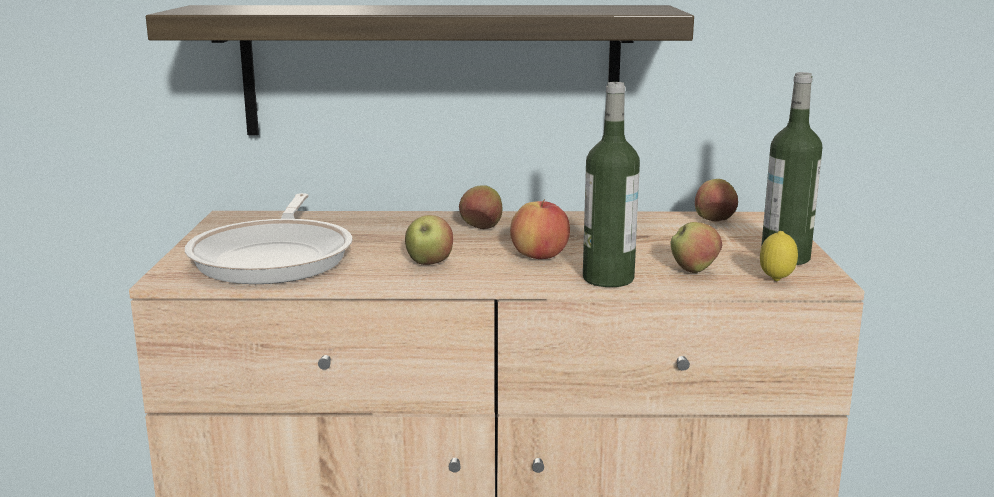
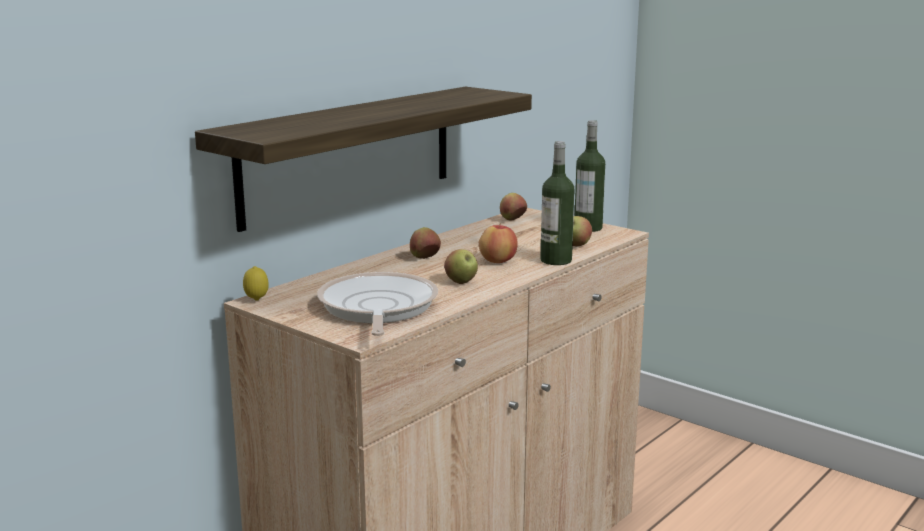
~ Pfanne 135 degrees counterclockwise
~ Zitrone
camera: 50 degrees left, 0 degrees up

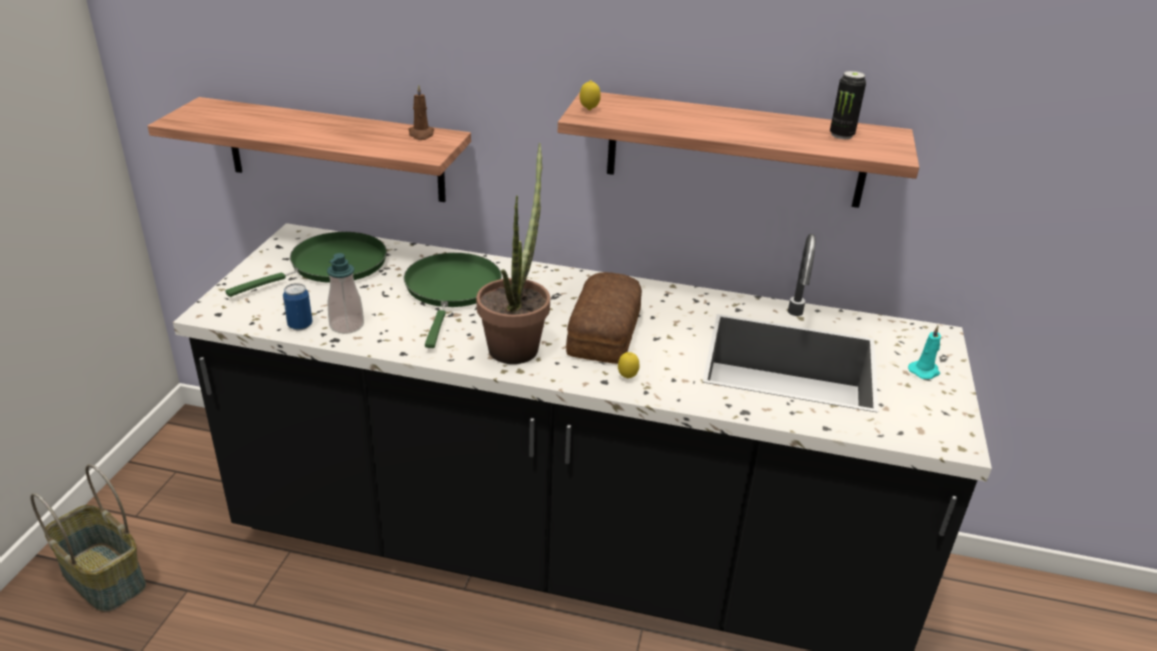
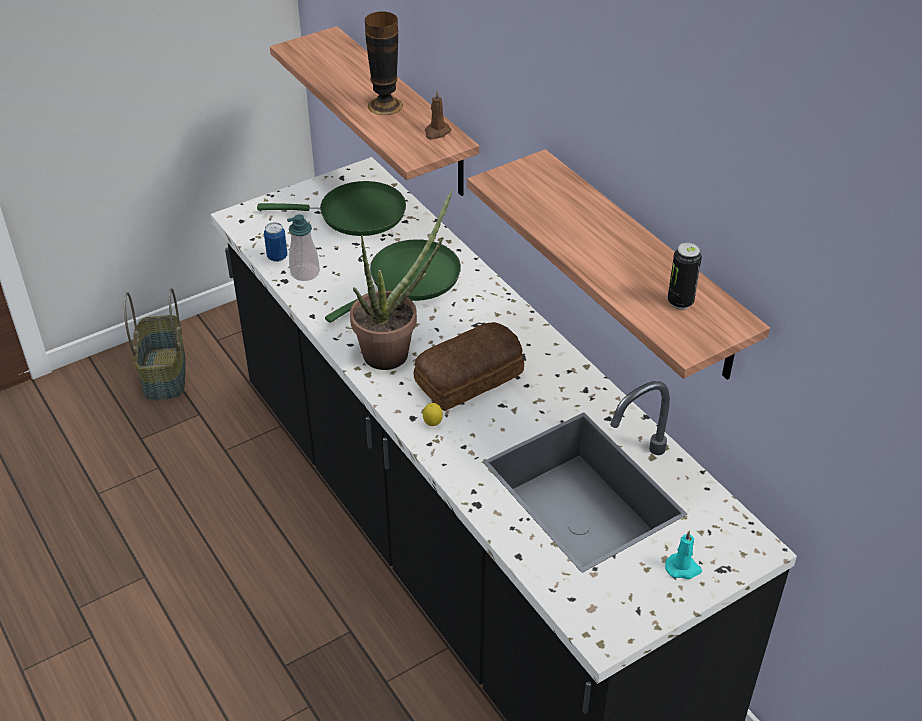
- Zitrone (no. 1 from left)
+ Vase
camera: 45 degrees right, 10 degrees up

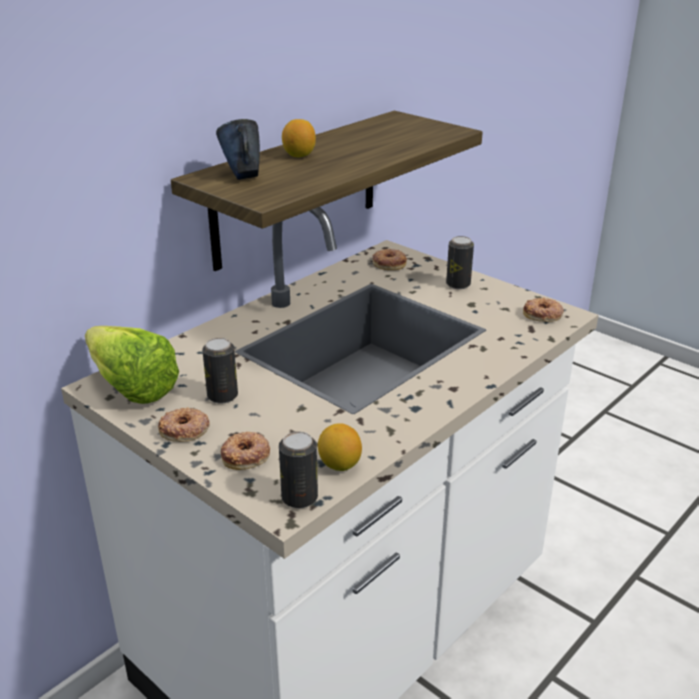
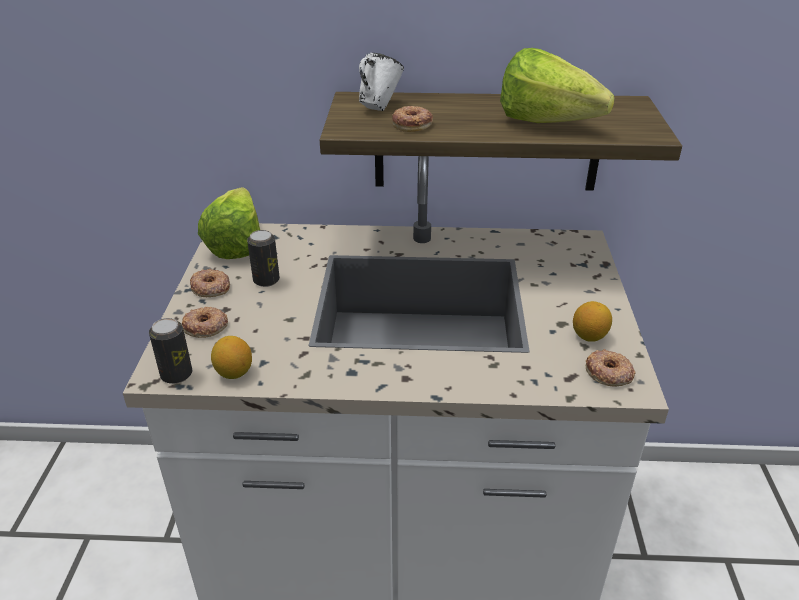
~ Henkelbecher [blau] to Henkelbecher [weiß]
~ Zitrone (no. 1 from left in the first image) to Zitrone (no. 2 from left)
~ Donut (no. 3 from left)
- Dose (no. 3 from left)
+ Salatkopf (no. 2 from left)
camera: 50 degrees right, 5 degrees up

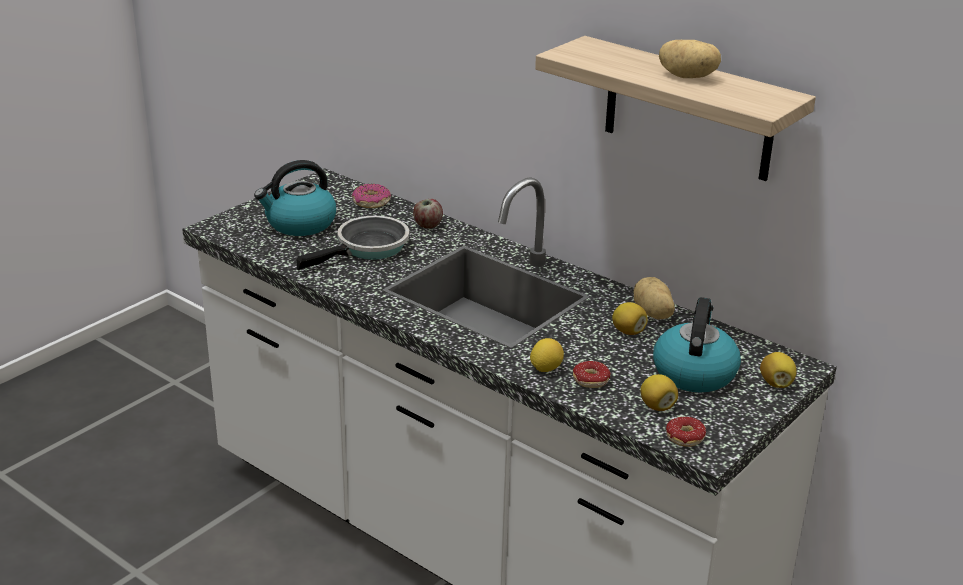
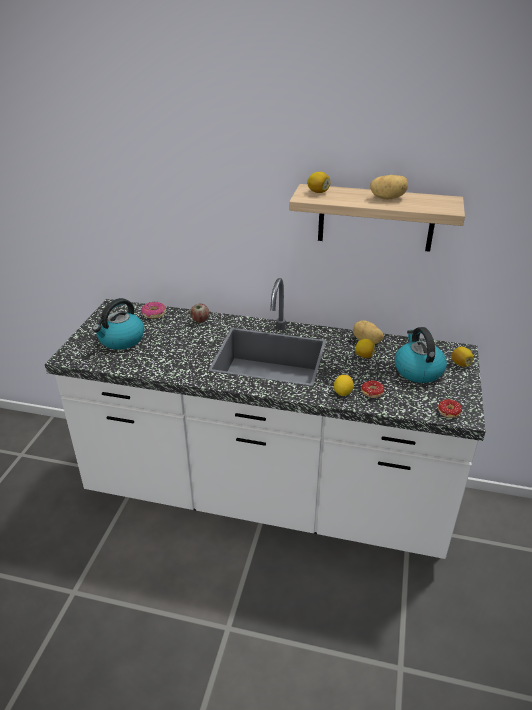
- Pfanne
~ Zitrone (no. 3 from left in the first image) to Zitrone (no. 1 from left)
camera: 25 degrees left, 5 degrees up

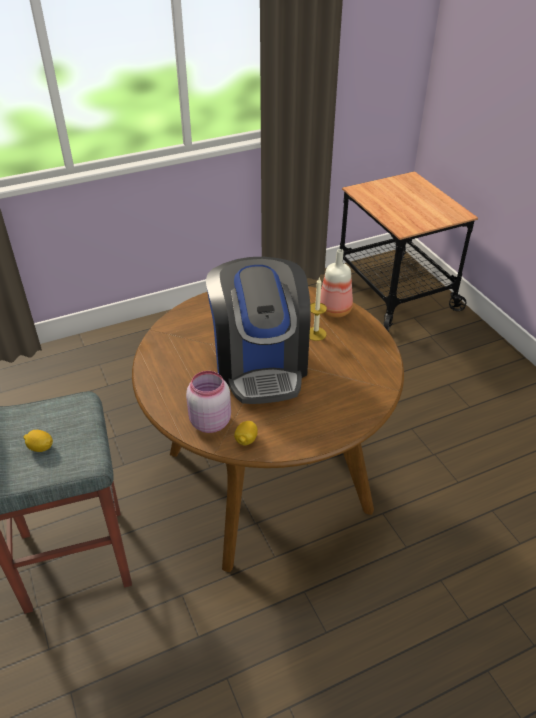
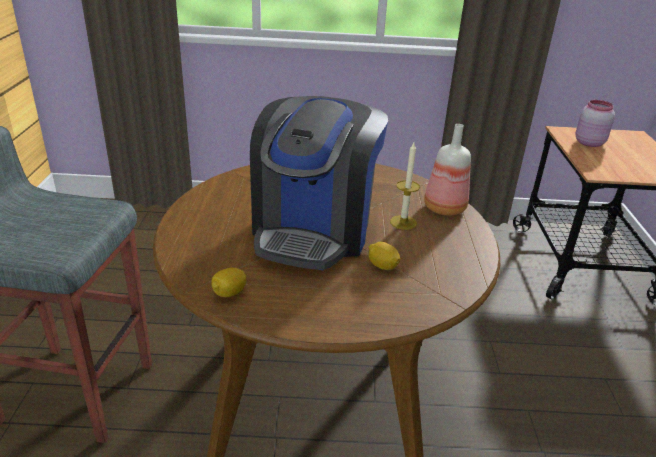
~ Zitrone (no. 1 from left in the first image) to Zitrone (no. 2 from left)
~ Vorratsglas [rosa]
camera: 25 degrees right, 10 degrees down

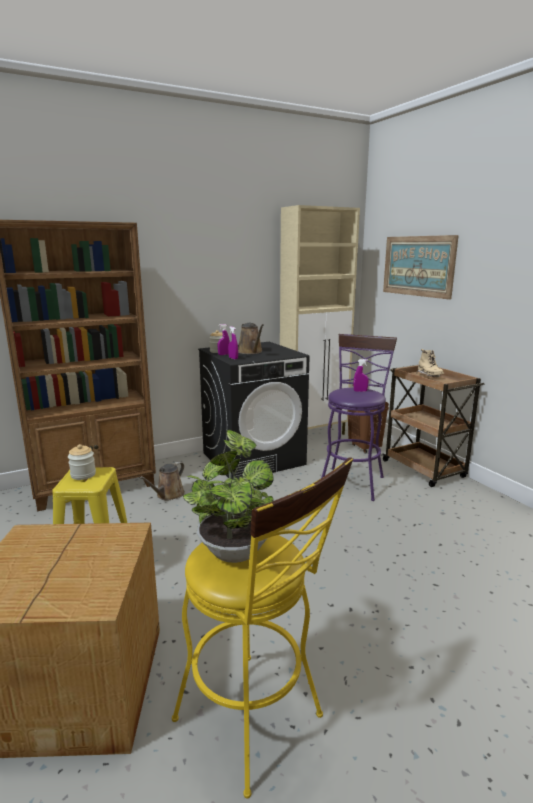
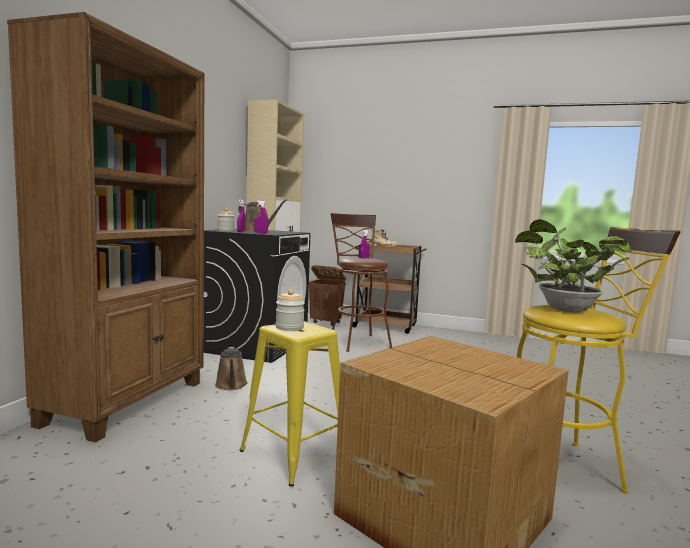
~ Hocker [lila] to Hocker [braun]
- Bild
camera: 45 degrees left, 10 degrees down

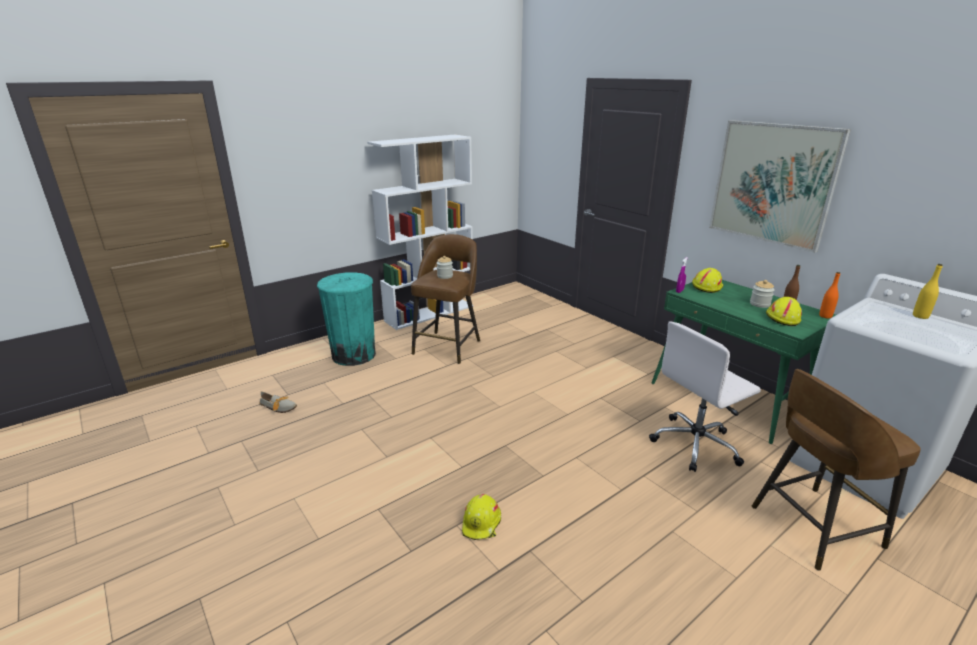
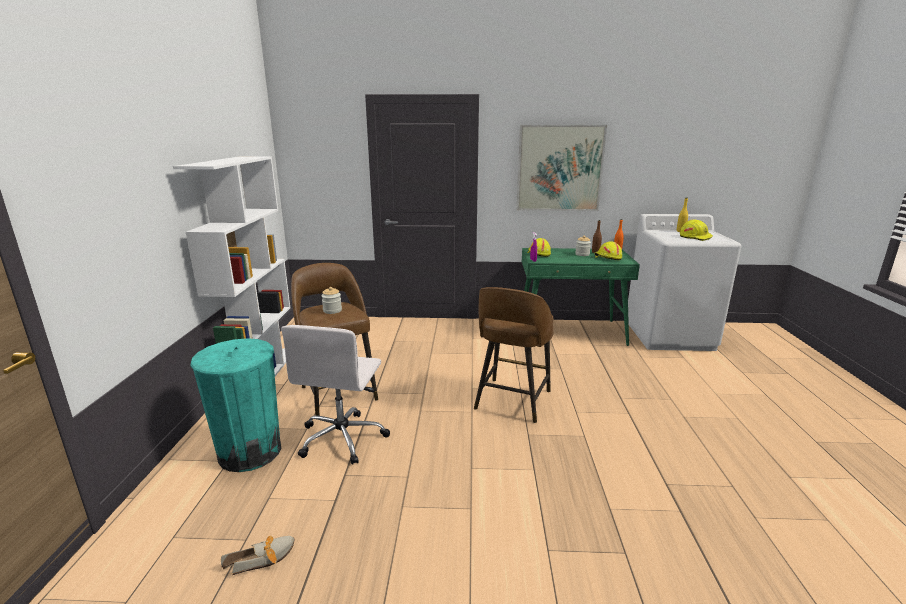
~ Schutzhelm [gelb] (no. 1 from left in the first image) to Schutzhelm [gelb] (no. 3 from left)
~ Bürostuhl [weiß]
~ Hocker [braun] (no. 2 from left)
camera: 50 degrees left, 5 degrees down

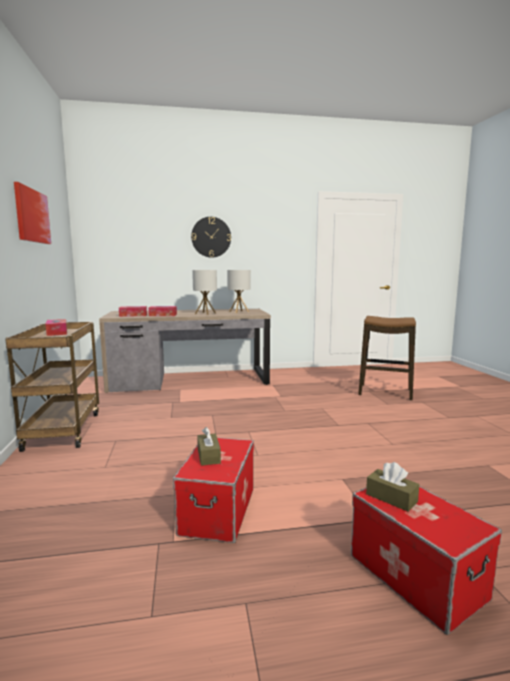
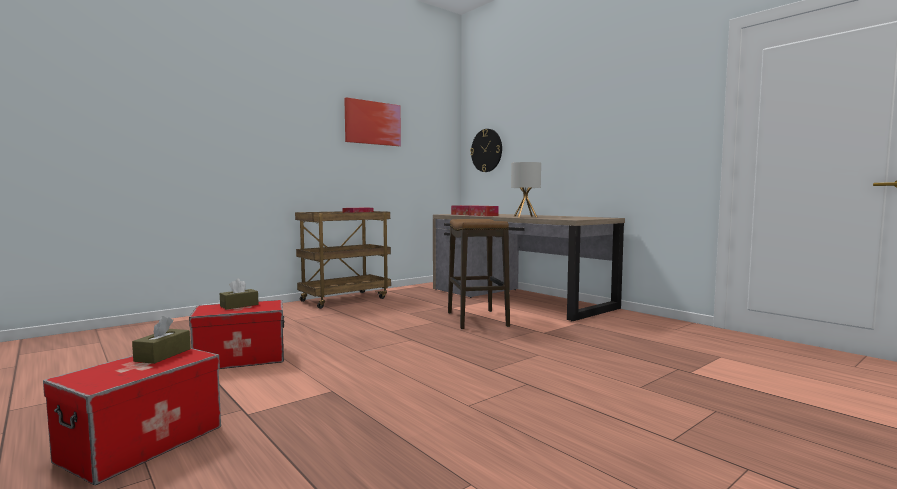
~ Wanduhr
- Tischlampe (no. 2 from left)
~ Hocker
camera: 60 degrees right, 5 degrees down

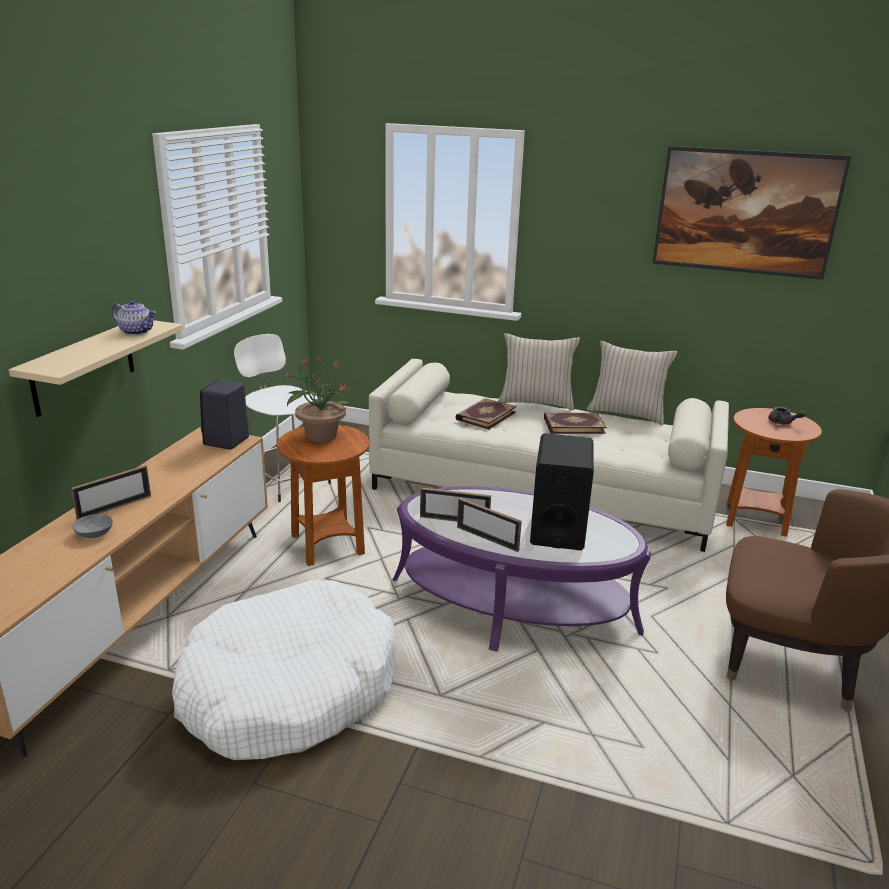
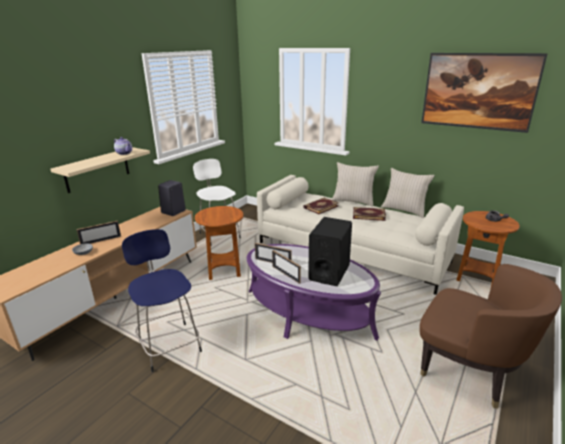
~ Hundebett [weiß] to Hocker [blau]
- Topfpflanze
camera: 15 degrees right, 0 degrees up

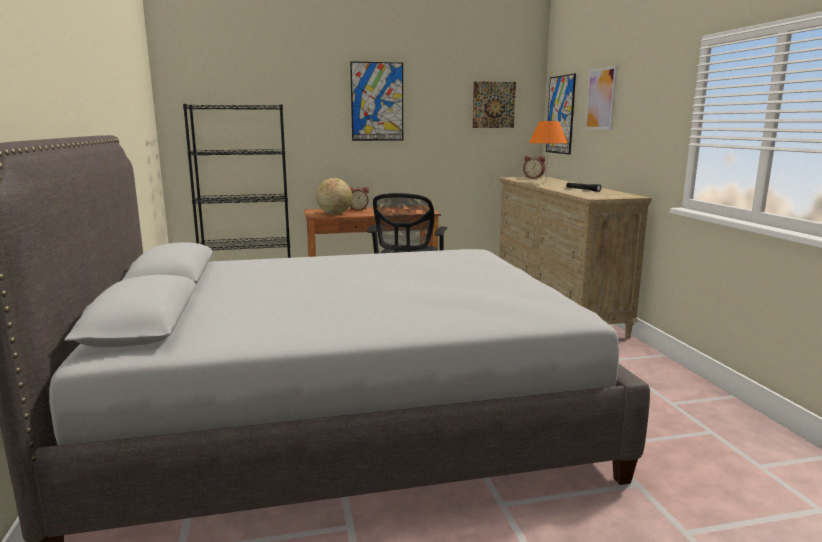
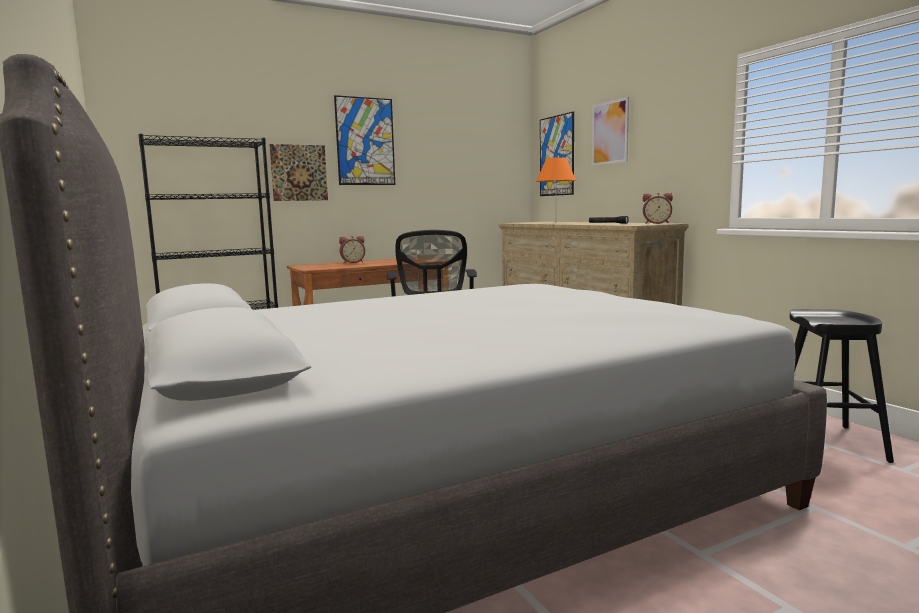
- Globus
~ Bild (no. 2 from left in the first image) to Bild (no. 1 from left)
~ Wecker (no. 2 from left)
+ Hocker [schwarz]
camera: 15 degrees left, 5 degrees down

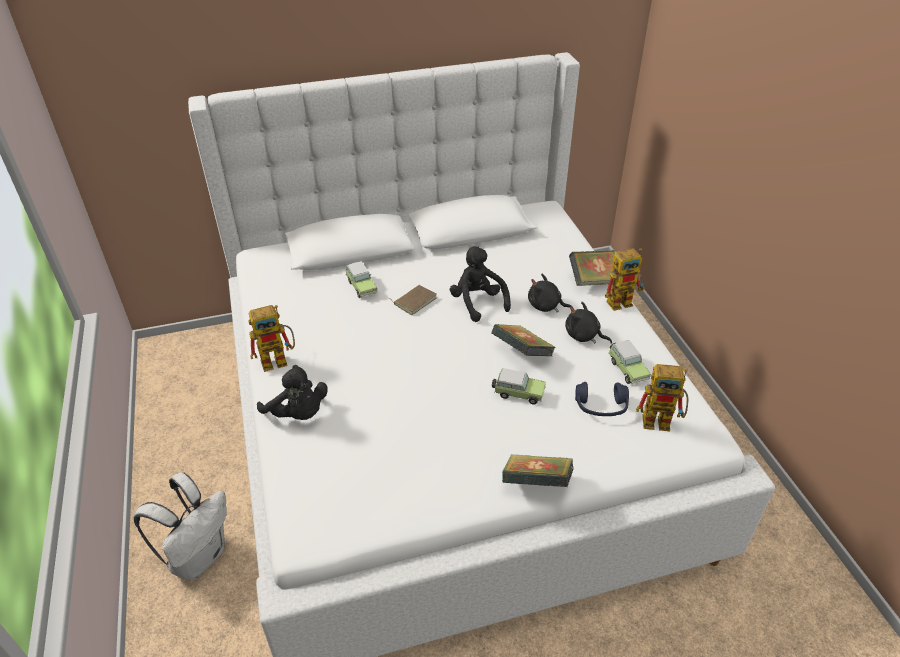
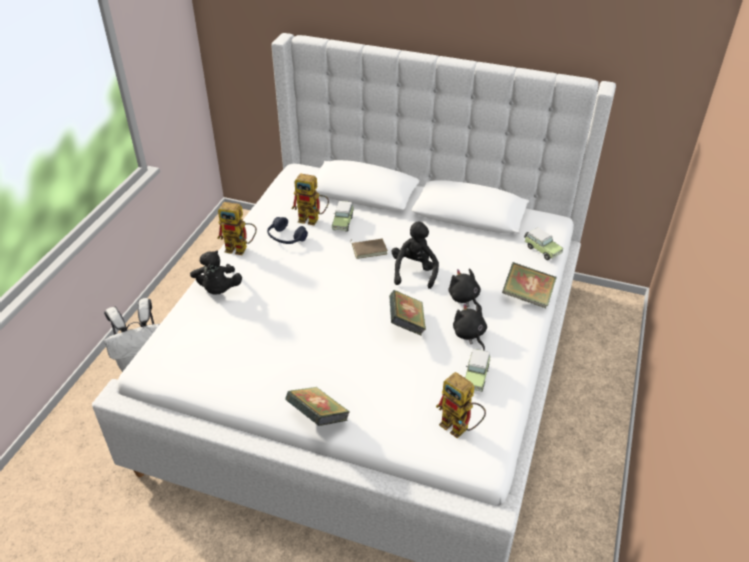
~ Spielzeugauto (no. 2 from left in the first image) to Spielzeugauto (no. 3 from left)
~ Kopfhörer [blau]
~ Spielzeugroboter (no. 2 from left)
camera: 35 degrees right, 0 degrees up

